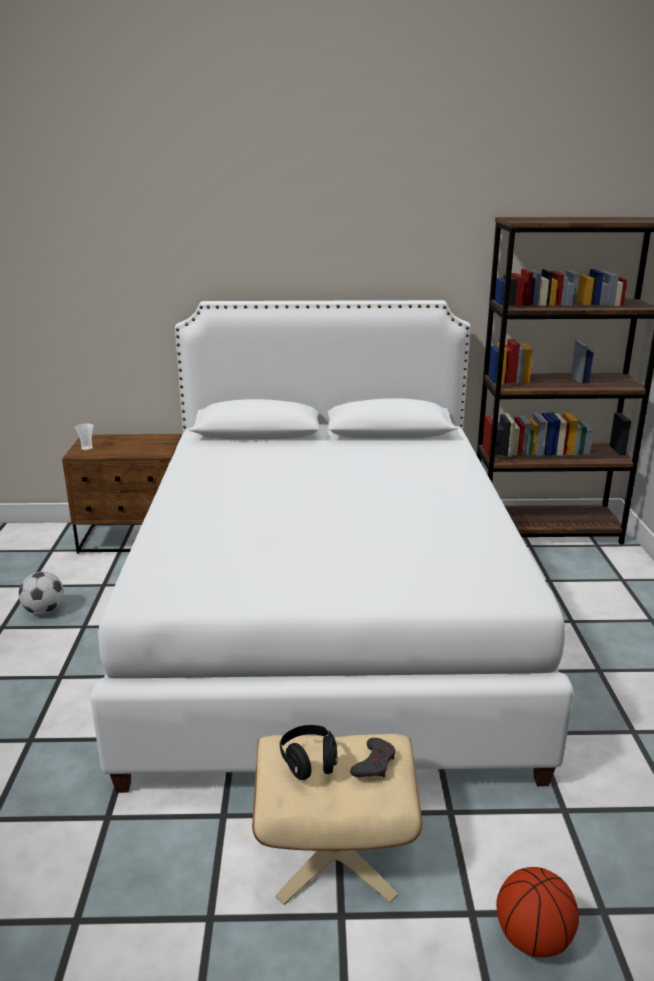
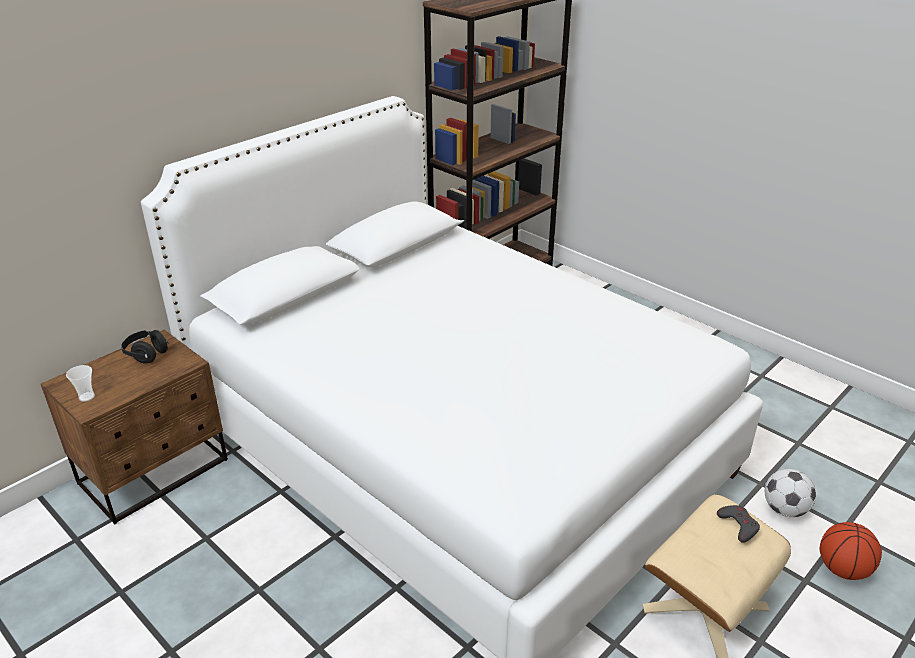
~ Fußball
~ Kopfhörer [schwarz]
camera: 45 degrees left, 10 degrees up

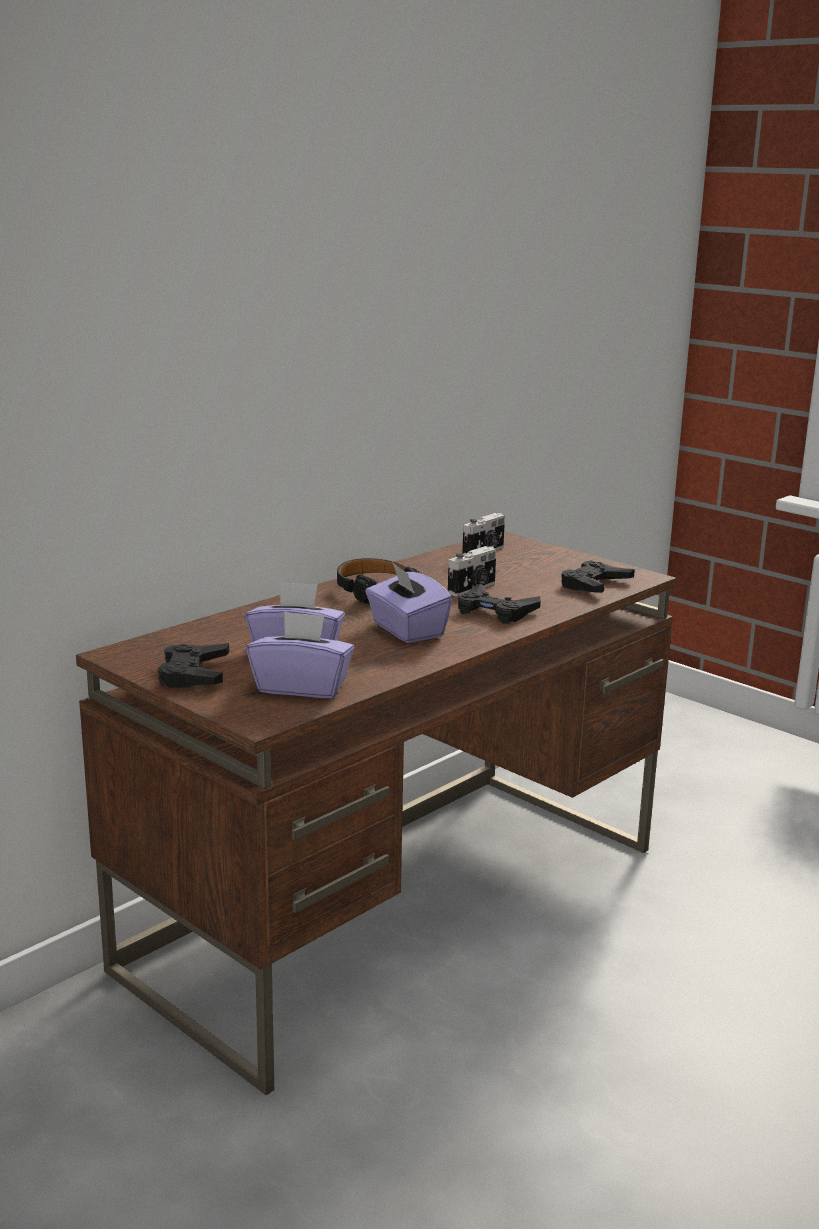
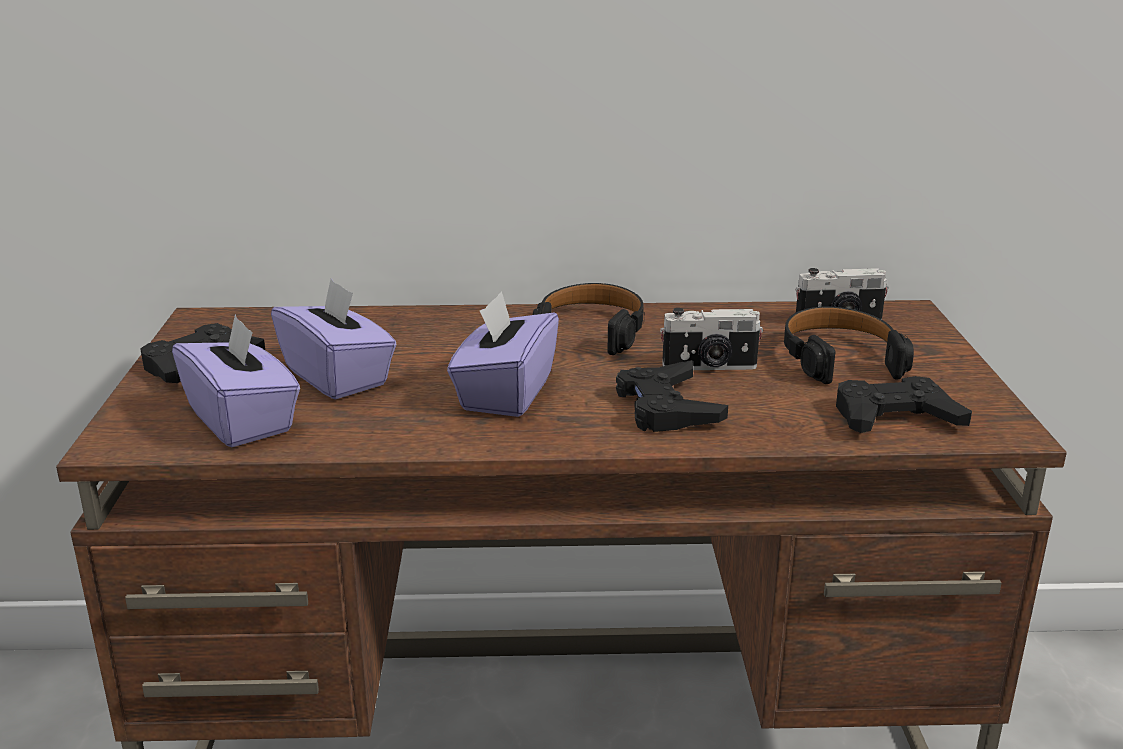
+ Kopfhörer [schwarz] (no. 2 from left)
camera: 45 degrees right, 5 degrees up

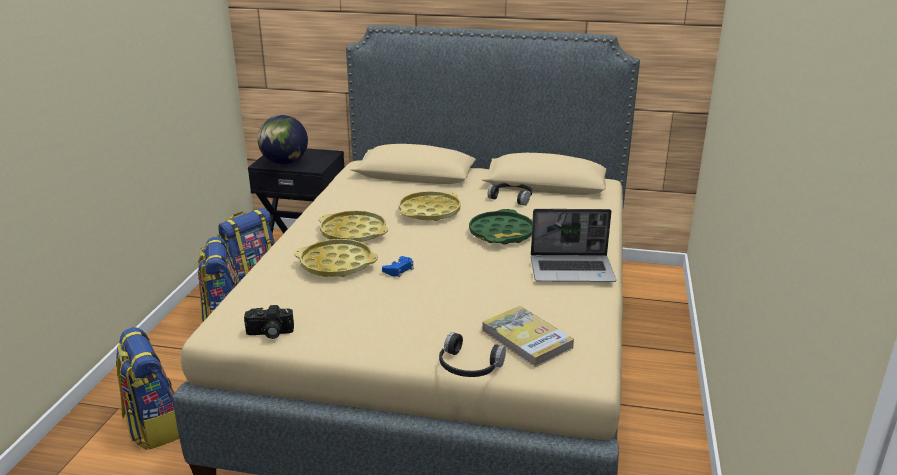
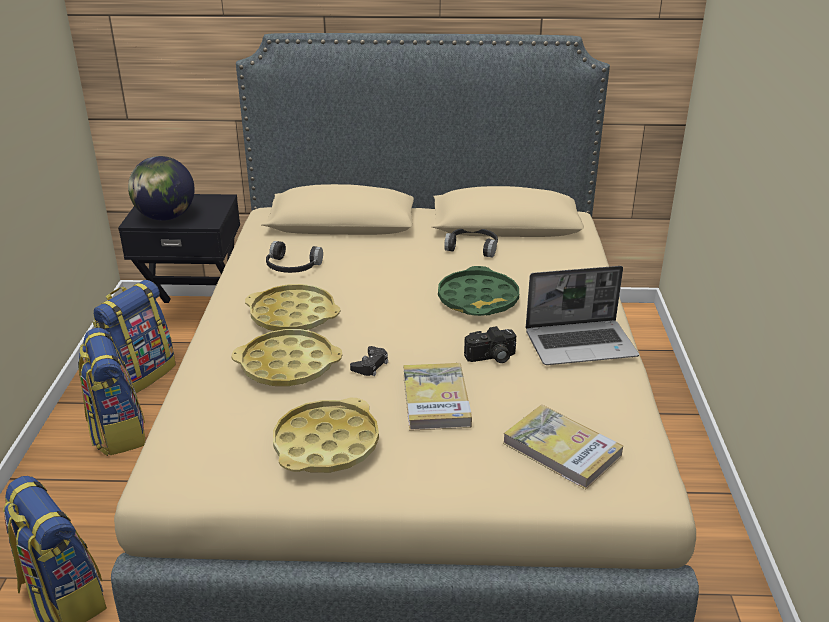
~ Kamera
~ Gamepad [blau] to Gamepad [schwarz]
~ Tablett [gelb] (no. 3 from left)
~ Kopfhörer [schwarz] (no. 1 from left)
+ Buch (no. 1 from left)
camera: 10 degrees left, 5 degrees up

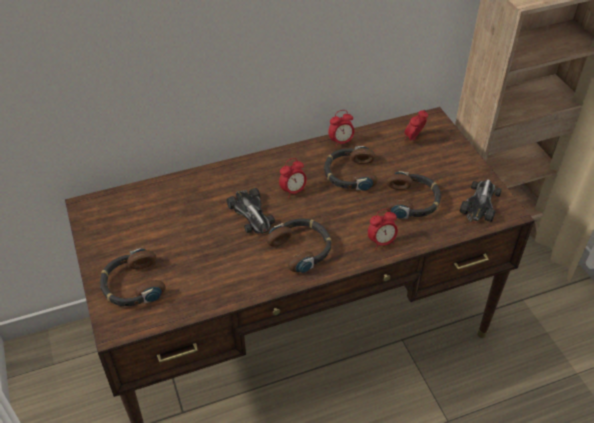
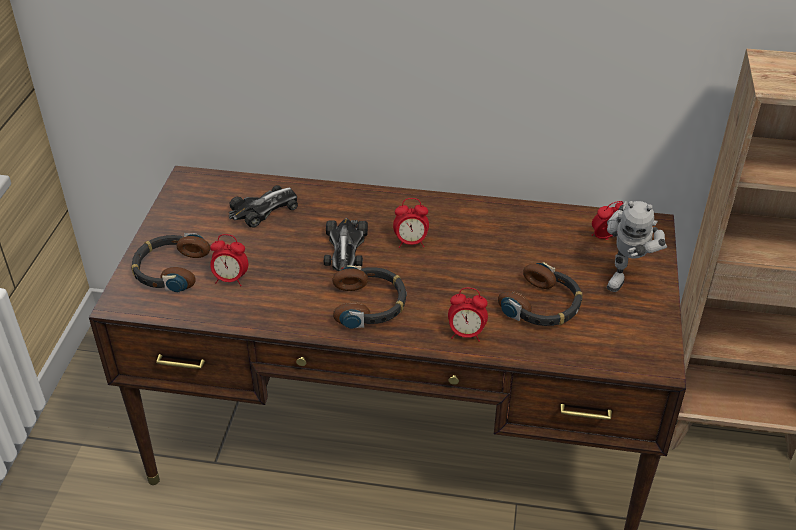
- Kopfhörer (no. 3 from left)
~ Wecker (no. 2 from left in the first image) to Wecker (no. 1 from left)
~ Spielzeugauto (no. 2 from left in the first image) to Spielzeugauto (no. 1 from left)
+ Spielzeugroboter
camera: 30 degrees right, 5 degrees down

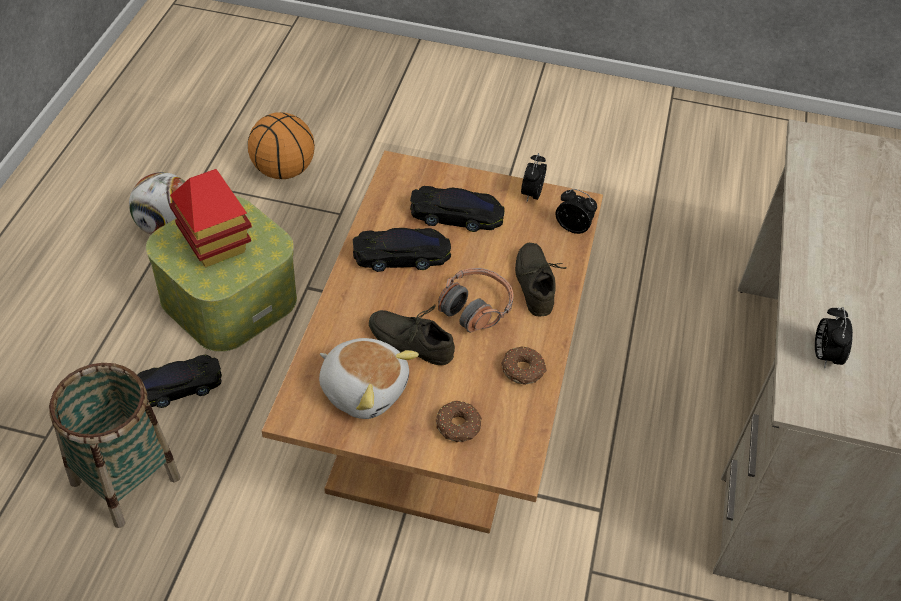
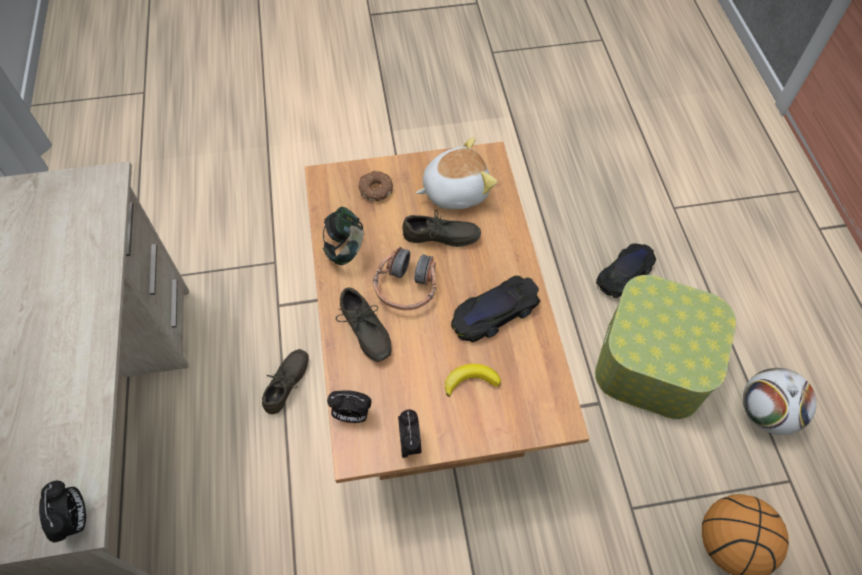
- Korb
- Spielzeughaus
~ Plüschtier 150 degrees clockwise
~ Spielzeugauto [schwarz] (no. 3 from left) to Banane
~ Donut (no. 2 from left) to Kopfhörer (no. 1 from left)
~ Wecker (no. 3 from left in the first image) to Wecker (no. 1 from left)
+ Schuh [grau] (no. 1 from left)
camera: 160 degrees right, 10 degrees up

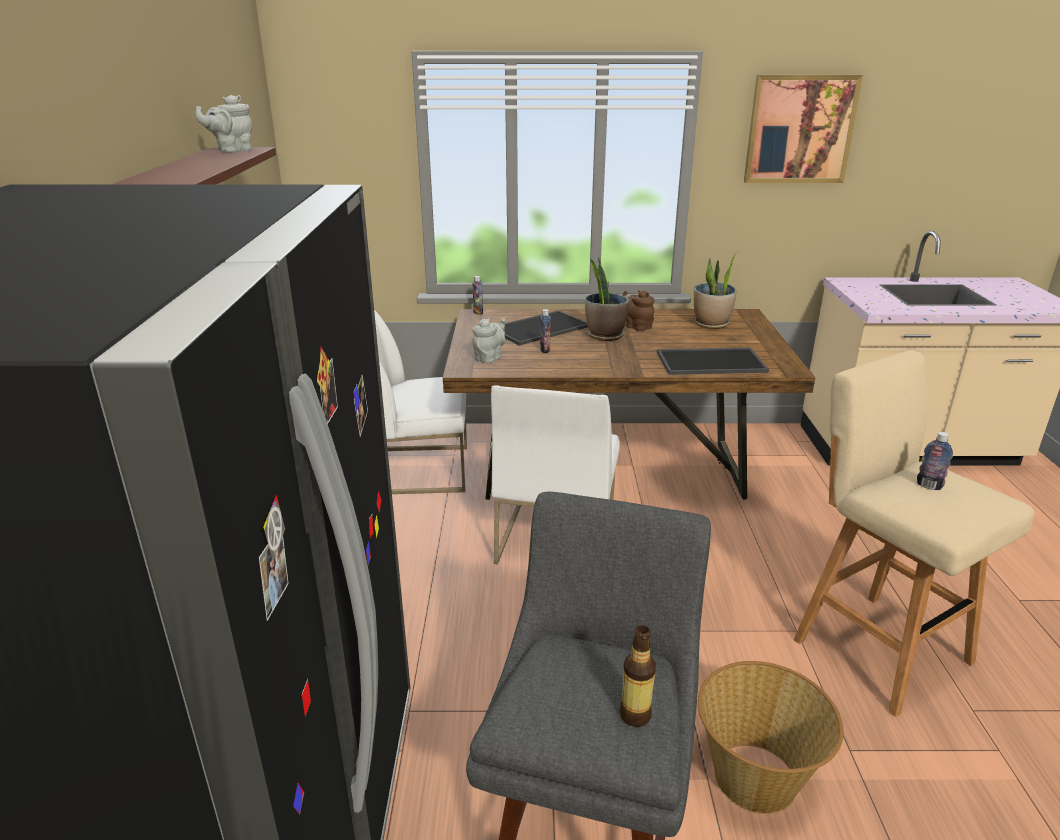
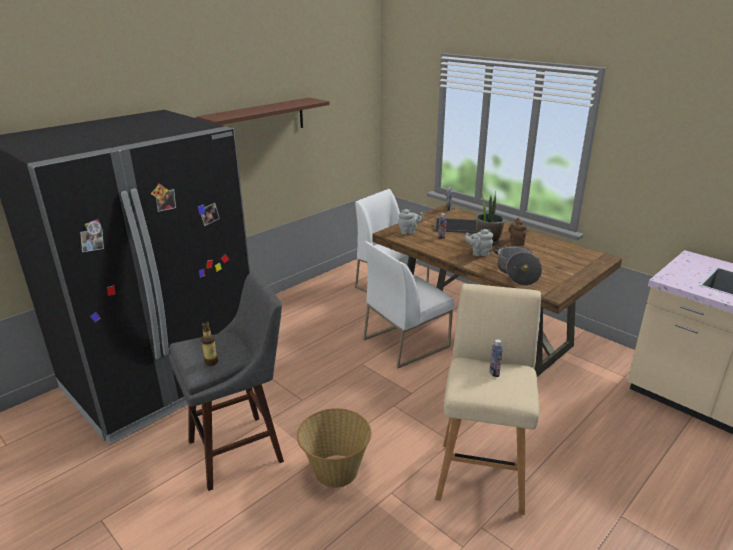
~ Teekanne [grau] (no. 1 from left in the first image) to Teekanne [grau] (no. 2 from left)
~ Tablett (no. 2 from left) to Kochtopf
- Topfpflanze (no. 2 from left)
- Bild
camera: 45 degrees right, 0 degrees up

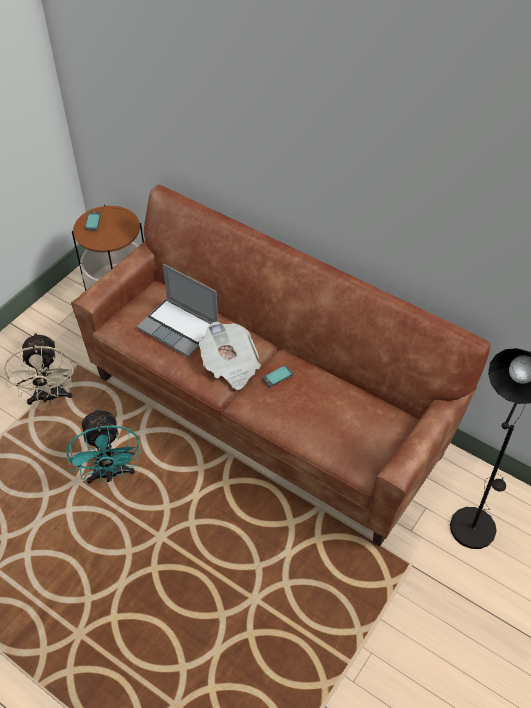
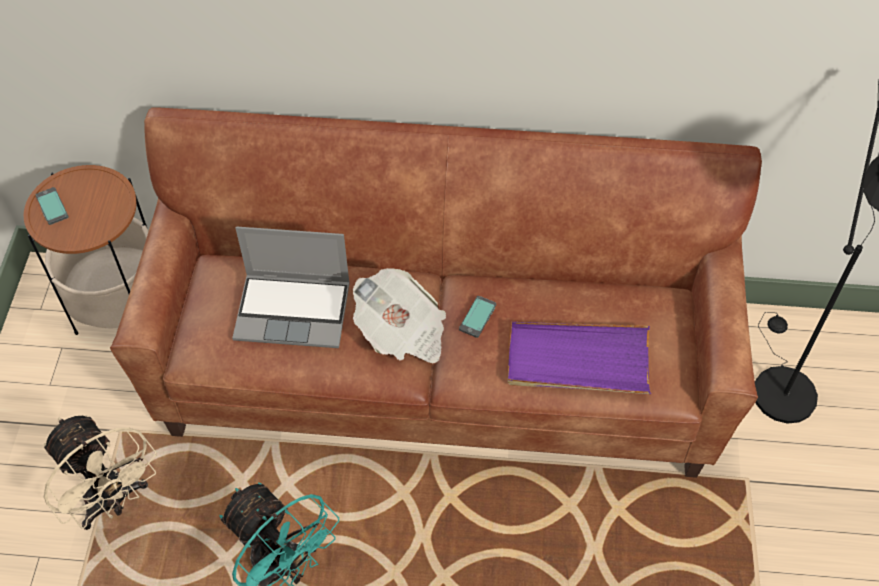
+ Tablett [lila]
camera: 30 degrees left, 5 degrees up

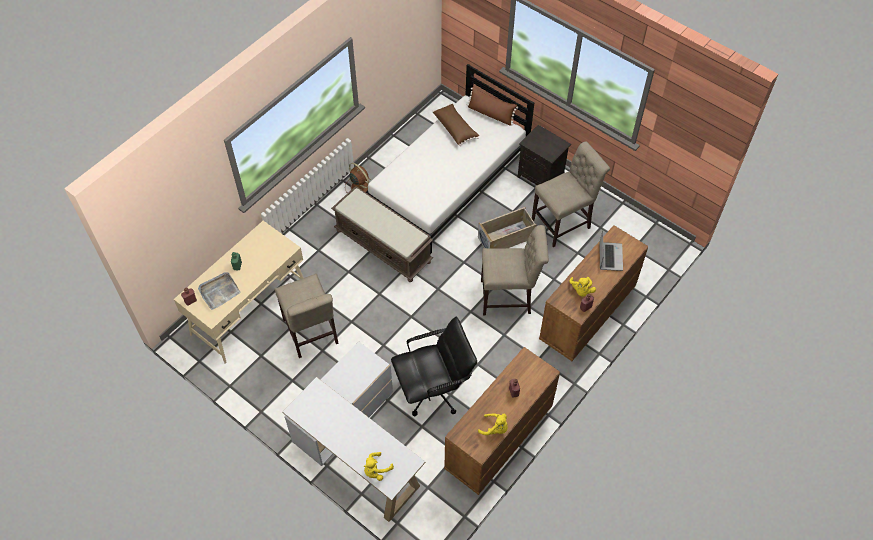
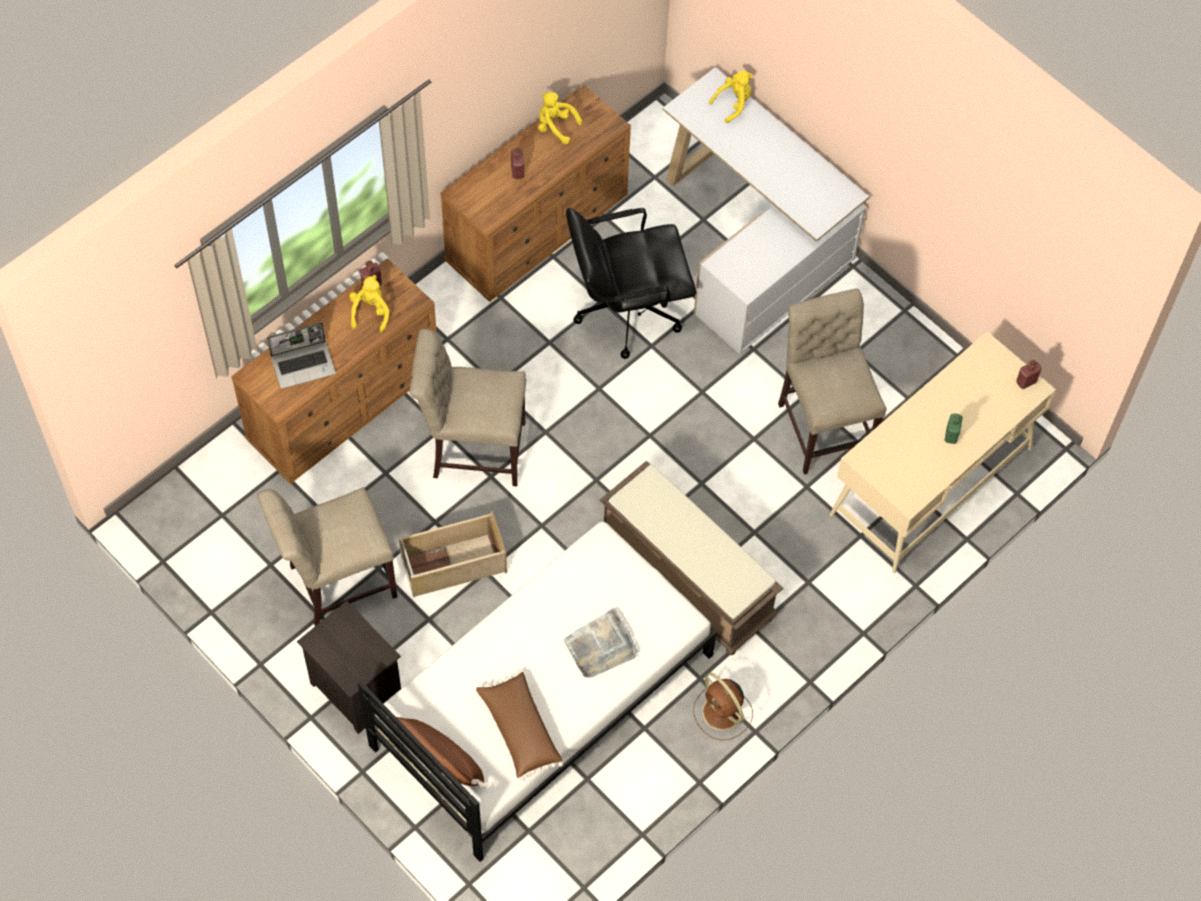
~ Tablett [grau]
~ Laptop 120 degrees counterclockwise
camera: 175 degrees left, 5 degrees up

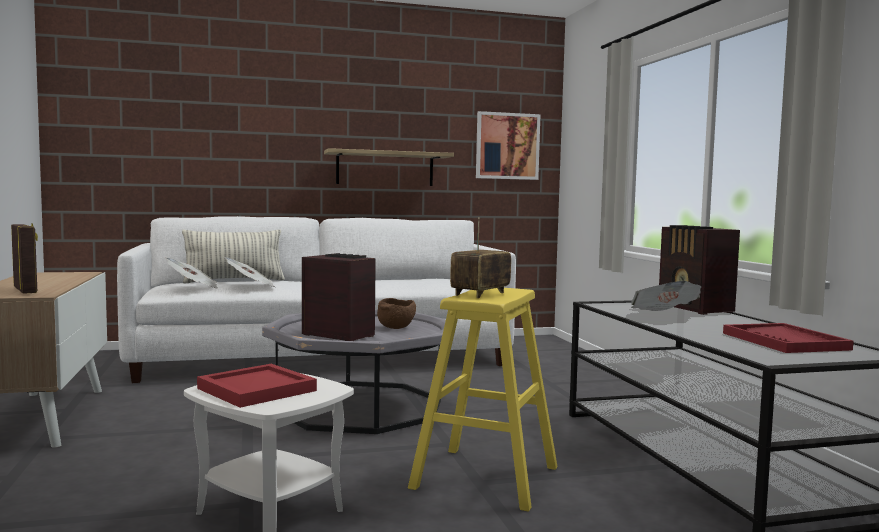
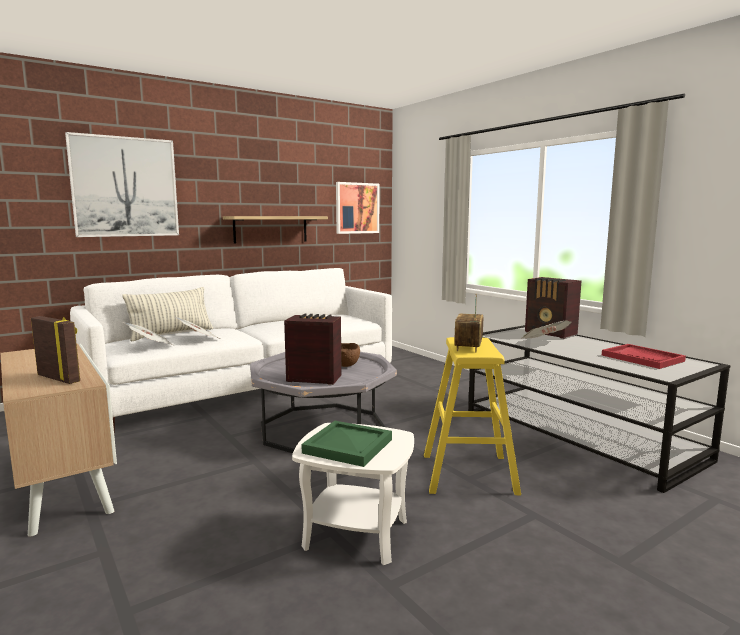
~ Tablett [rot] (no. 1 from left) to Tablett [grün]
+ Bild (no. 1 from left)
camera: 20 degrees left, 5 degrees up

